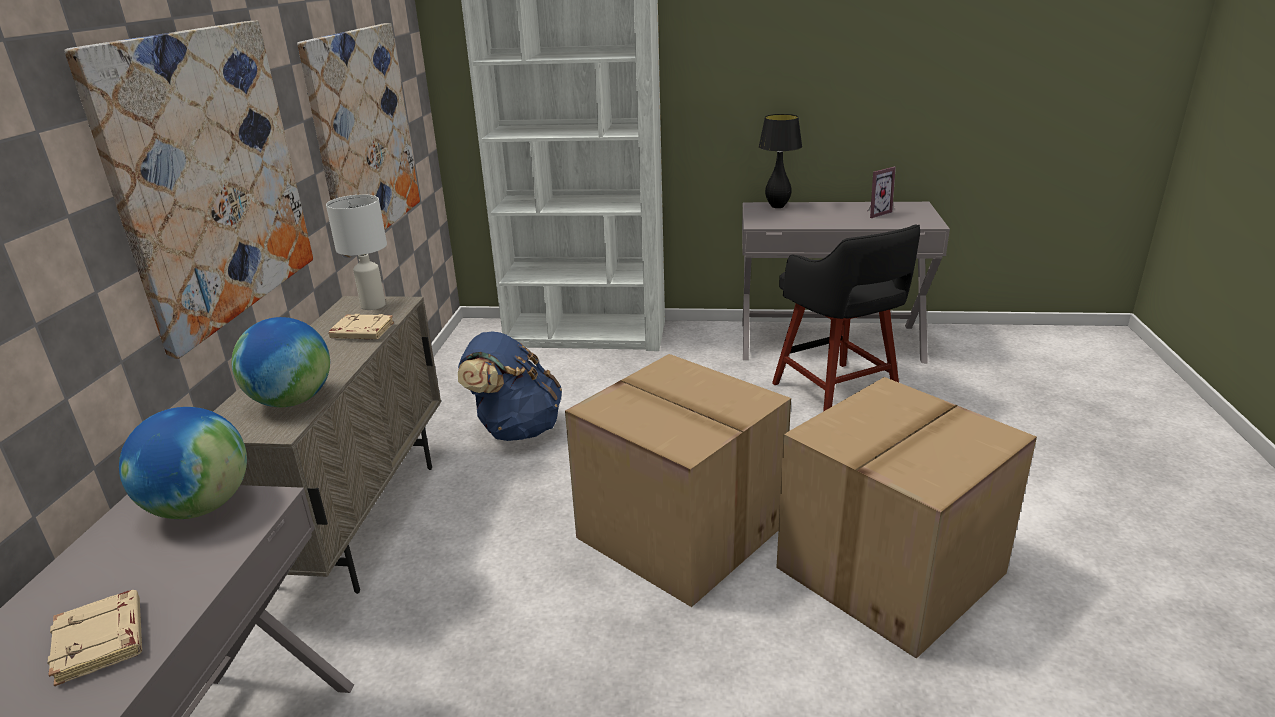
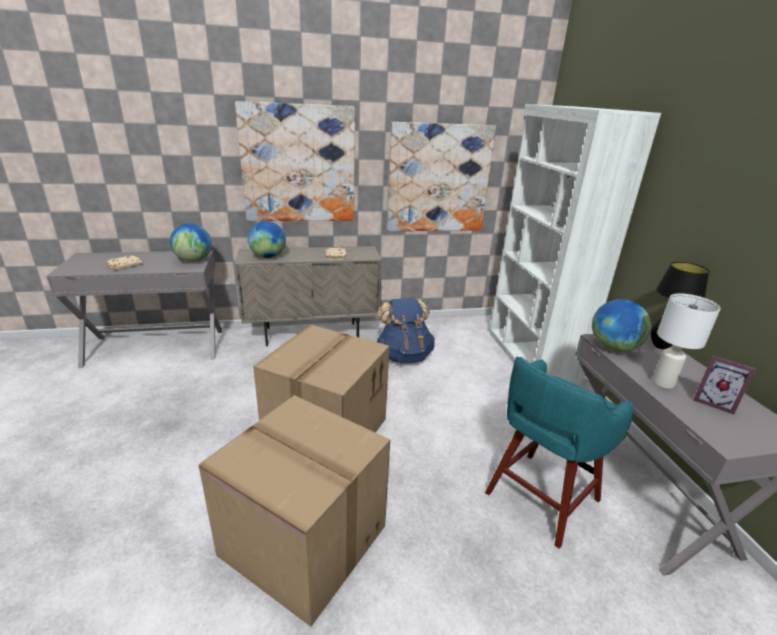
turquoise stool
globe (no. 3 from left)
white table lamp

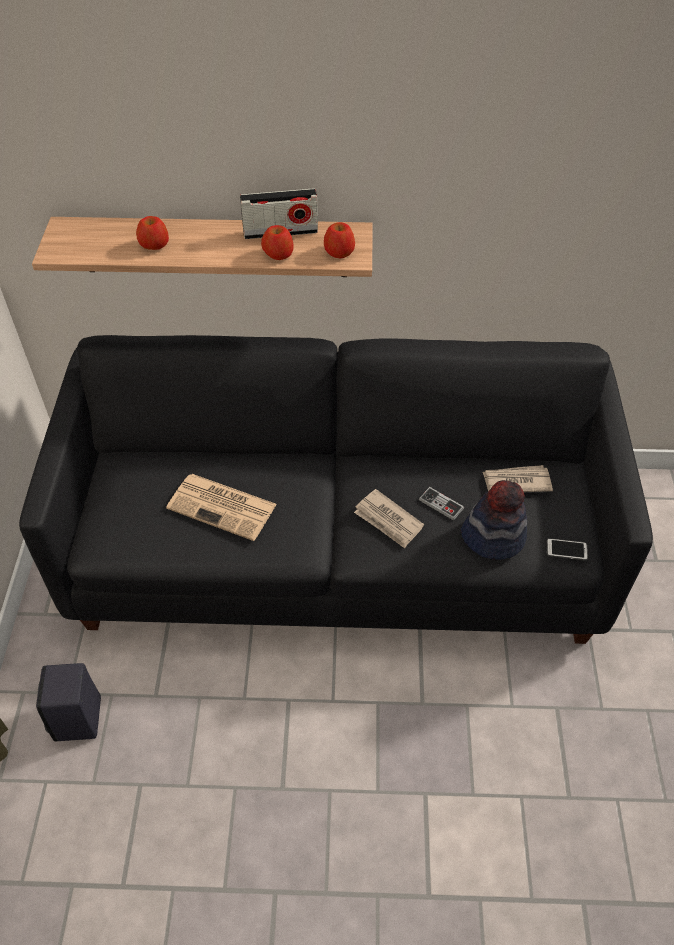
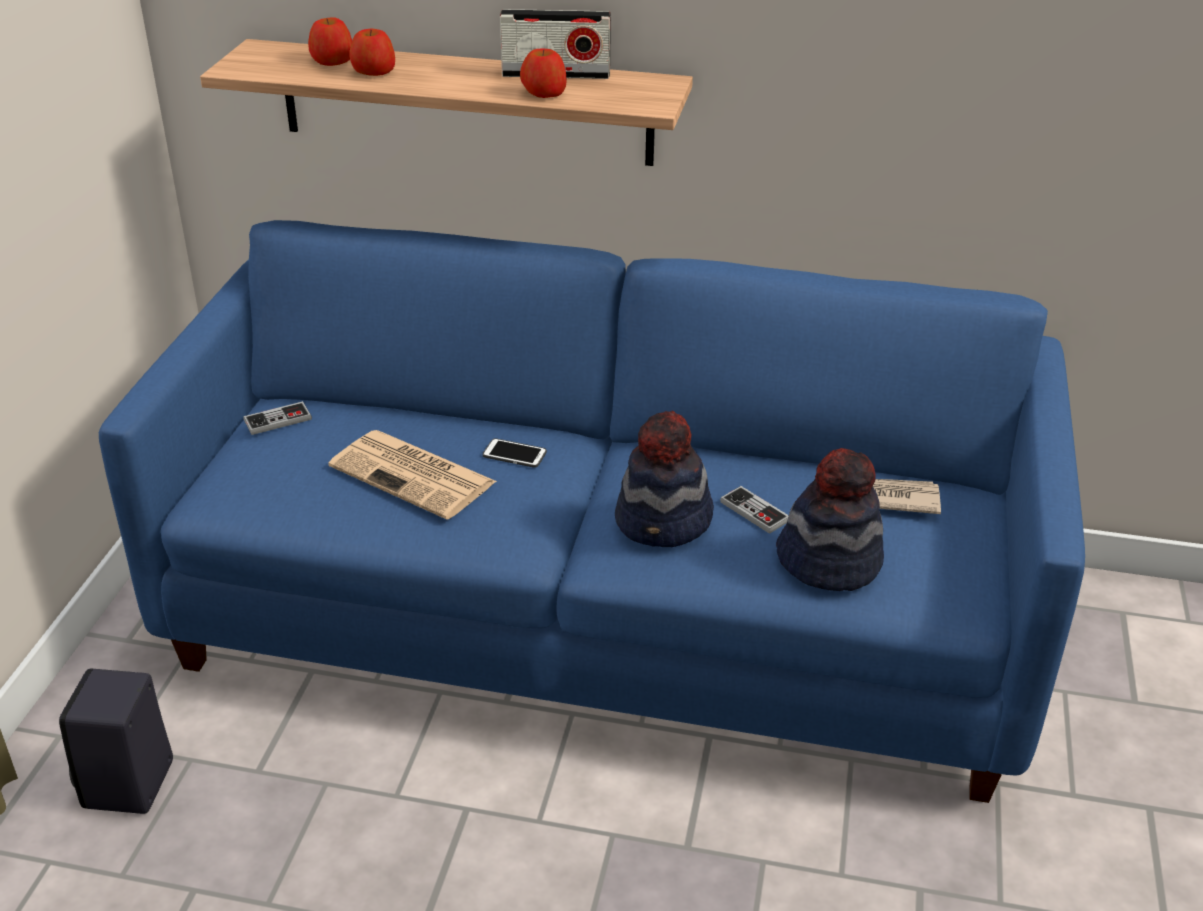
blue sofa
game controller (no. 1 from left)
apple (no. 1 from left)
phone
hat (no. 1 from left)

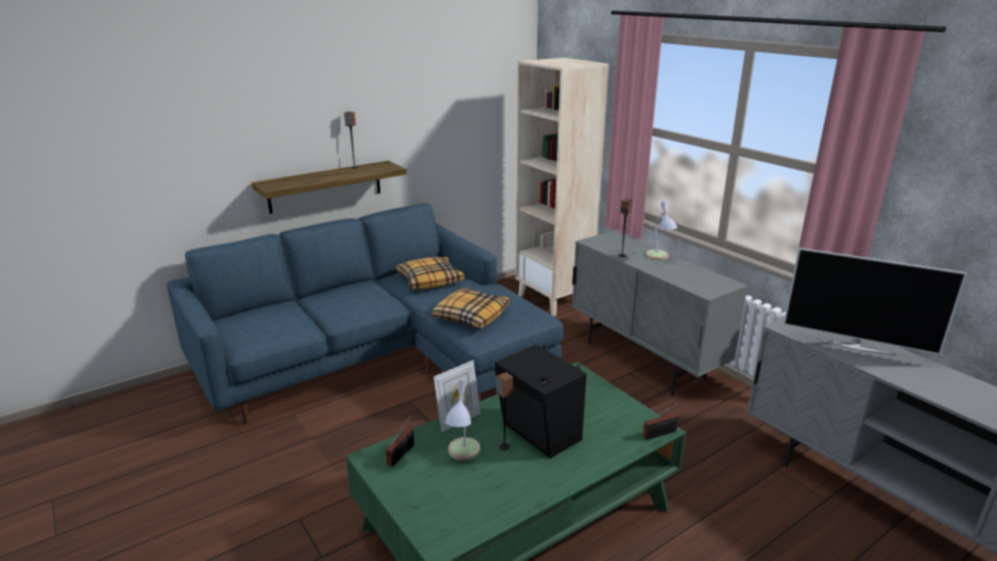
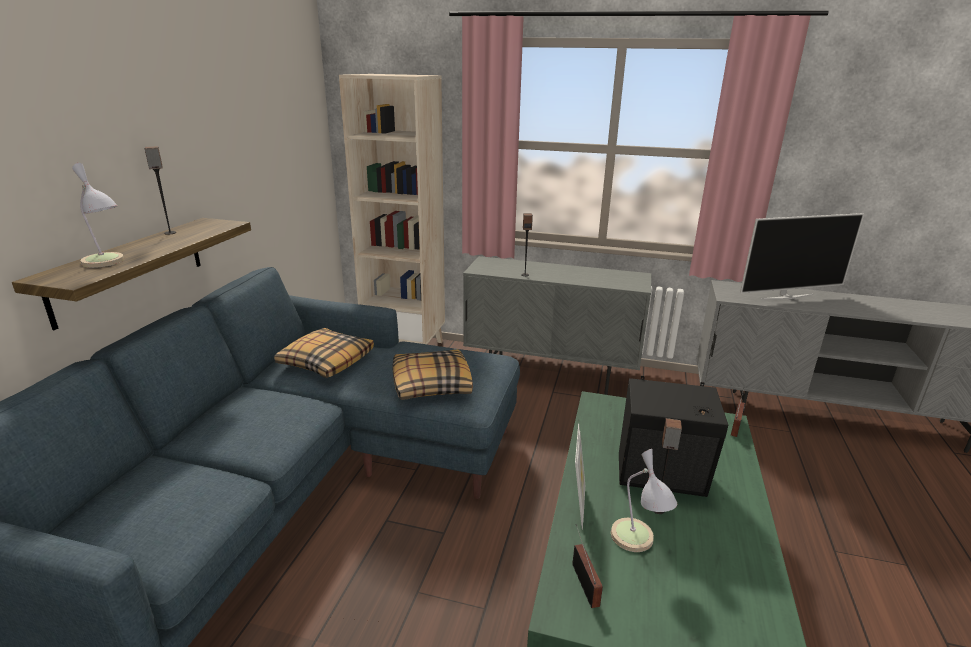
table lamp (no. 1 from left)

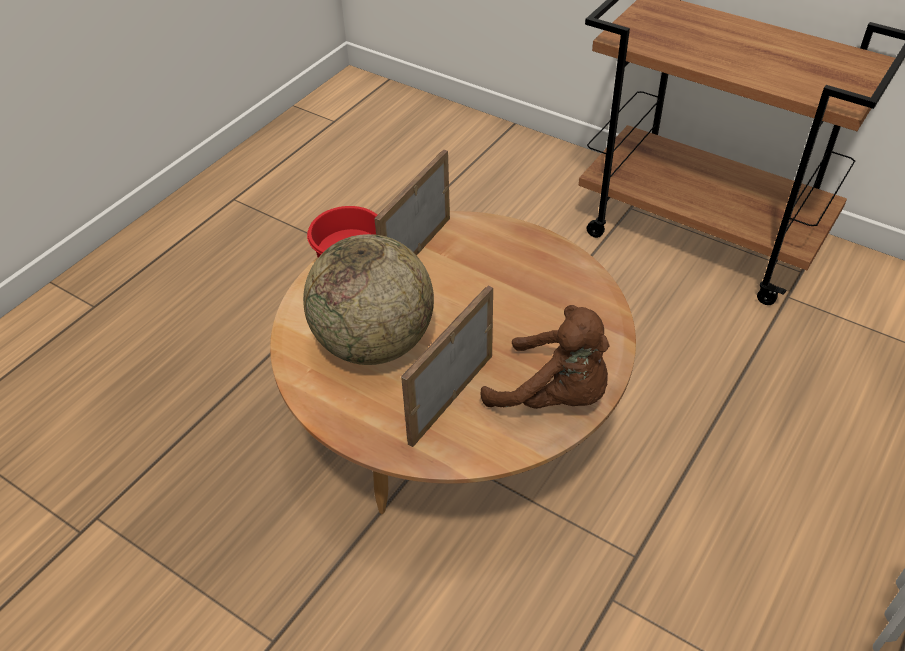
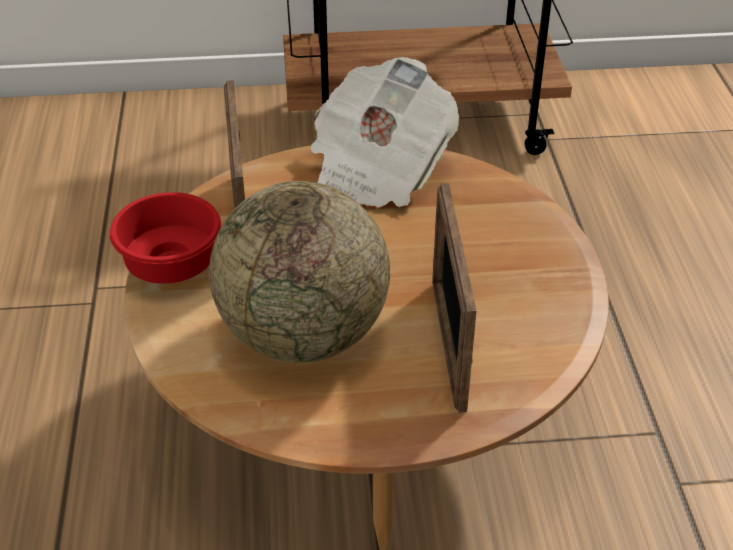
newspaper
brown plush toy

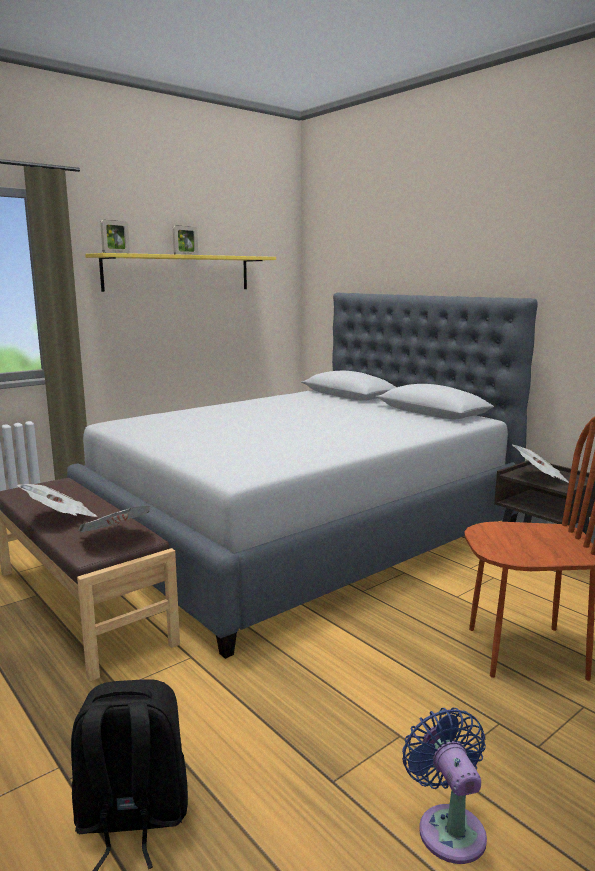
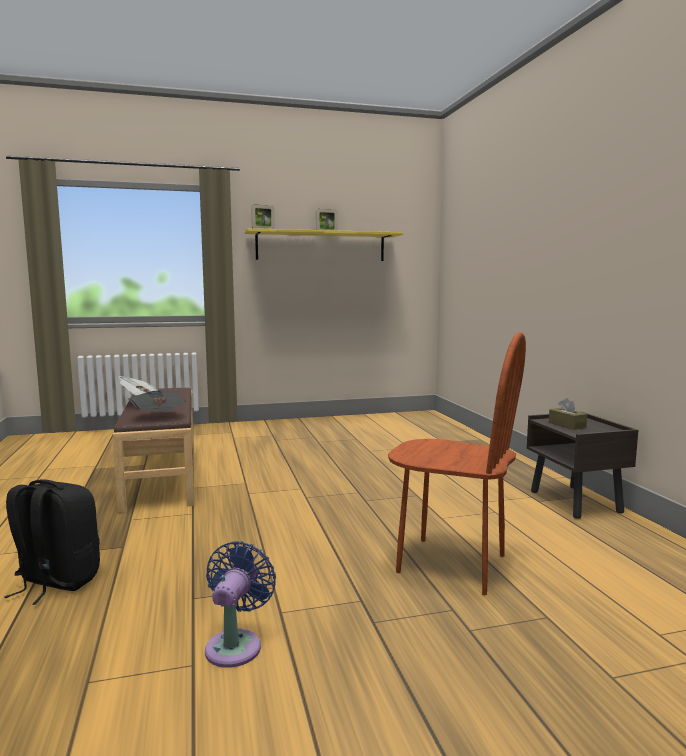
brown tissue box
grey bed

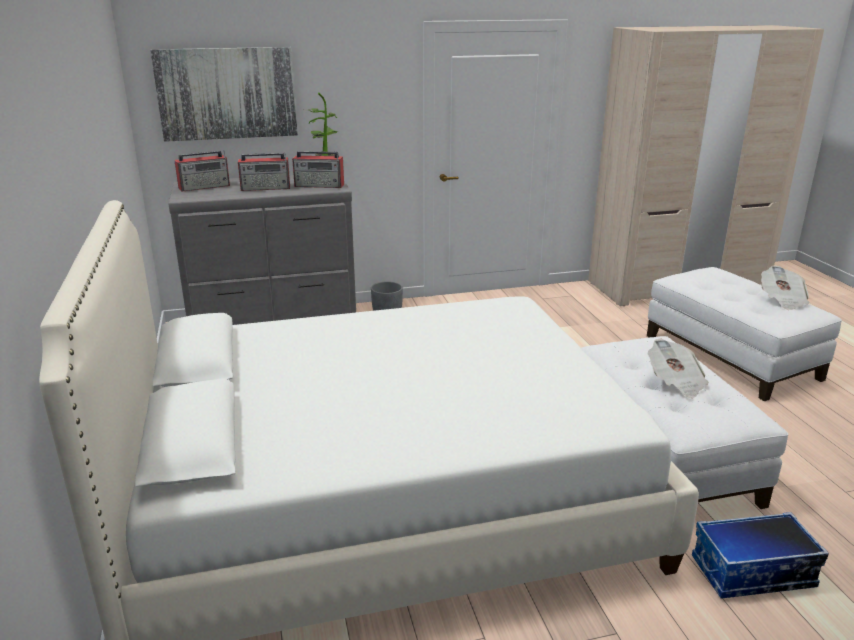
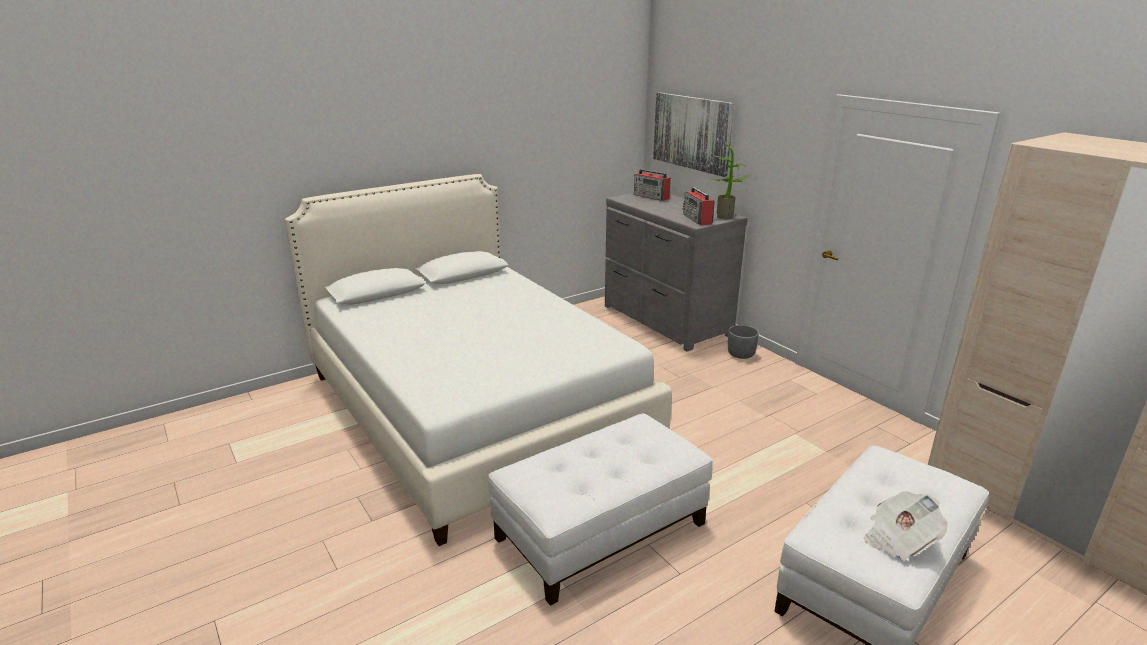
radio (no. 2 from left in the first image)
newspaper (no. 1 from left in the first image)
storage box

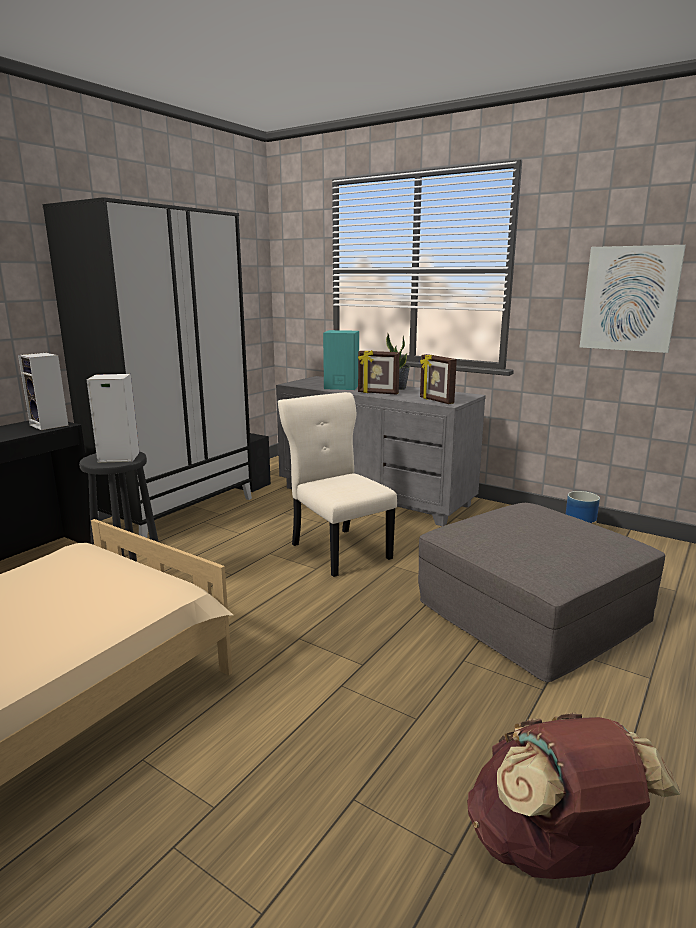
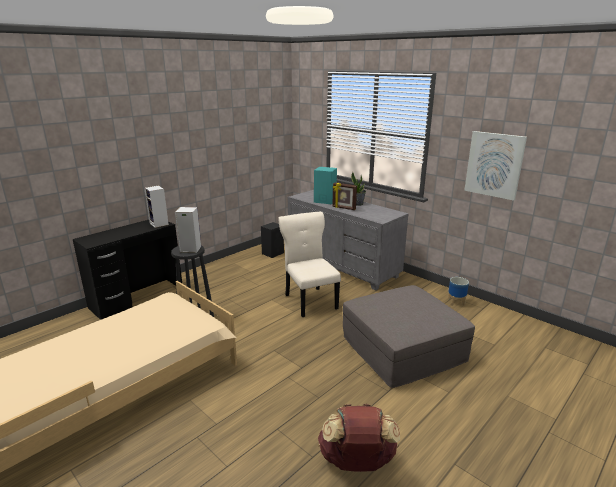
black wardrobe
picture frame (no. 2 from left in the first image)

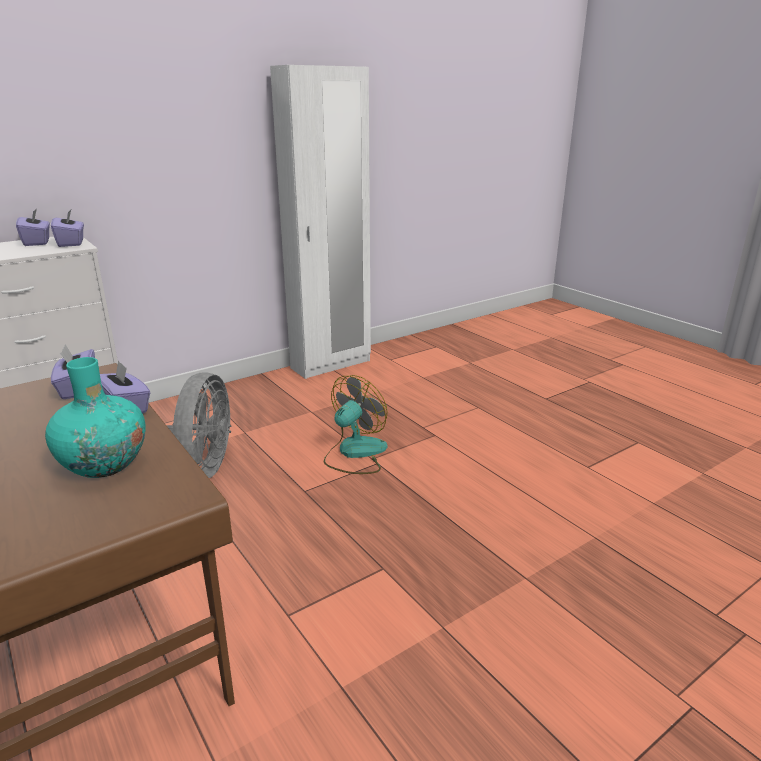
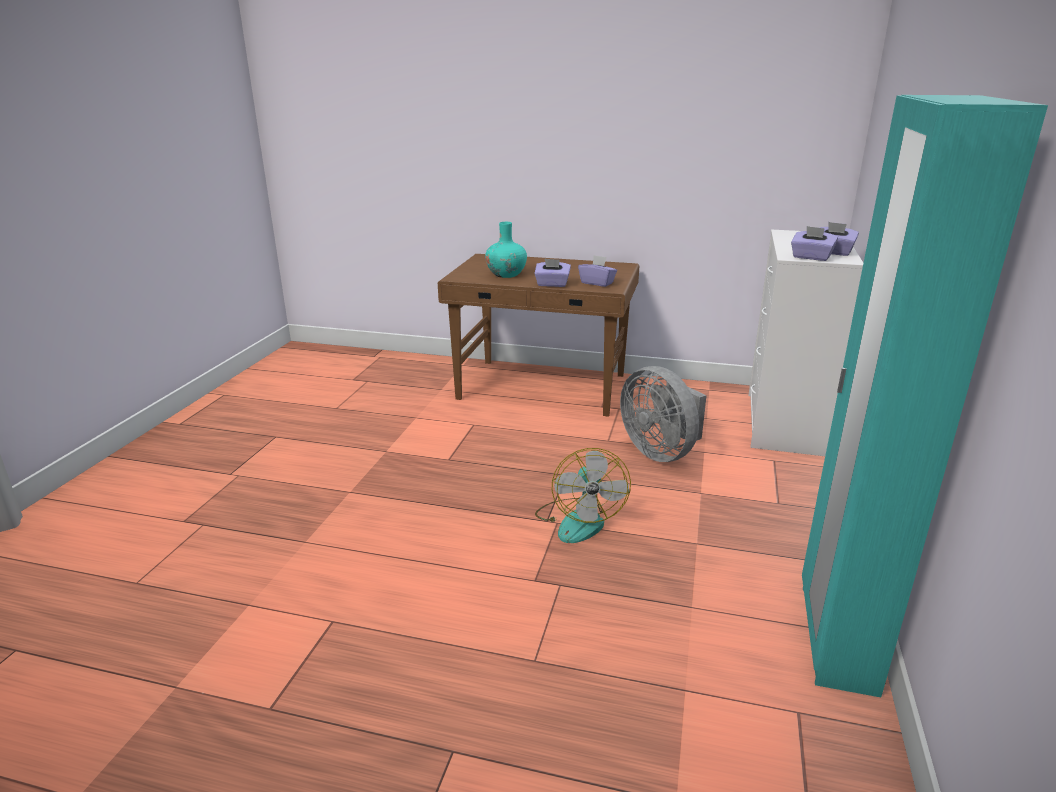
turquoise wardrobe

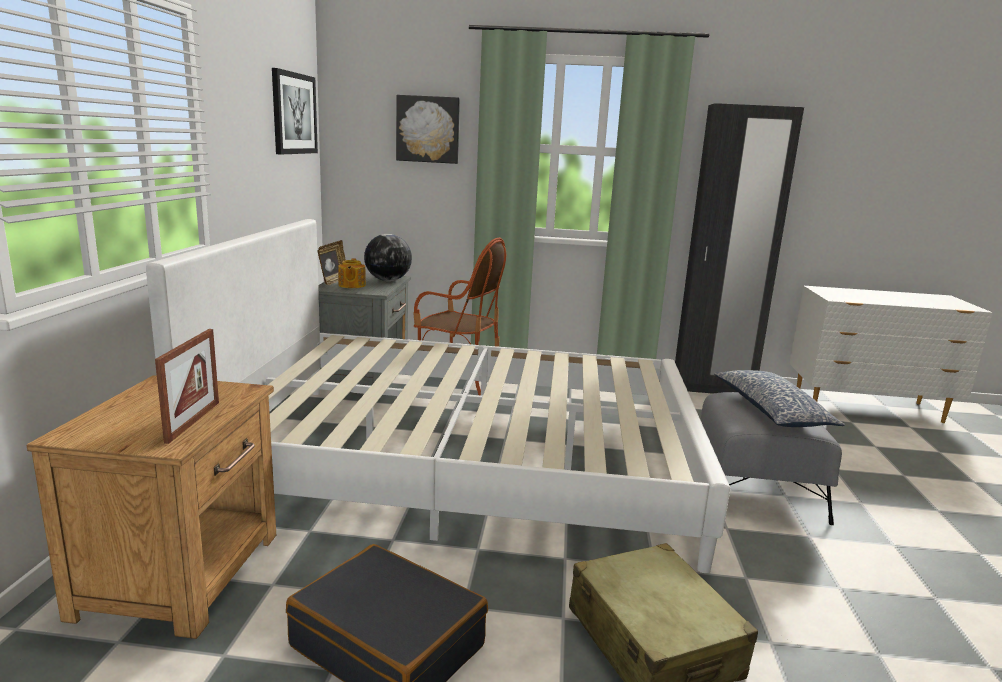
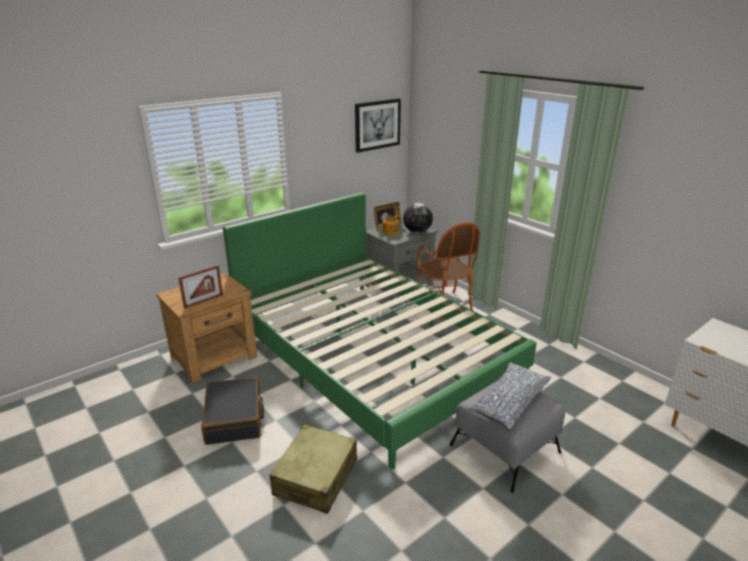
green bed
picture (no. 2 from left in the first image)
black wardrobe

